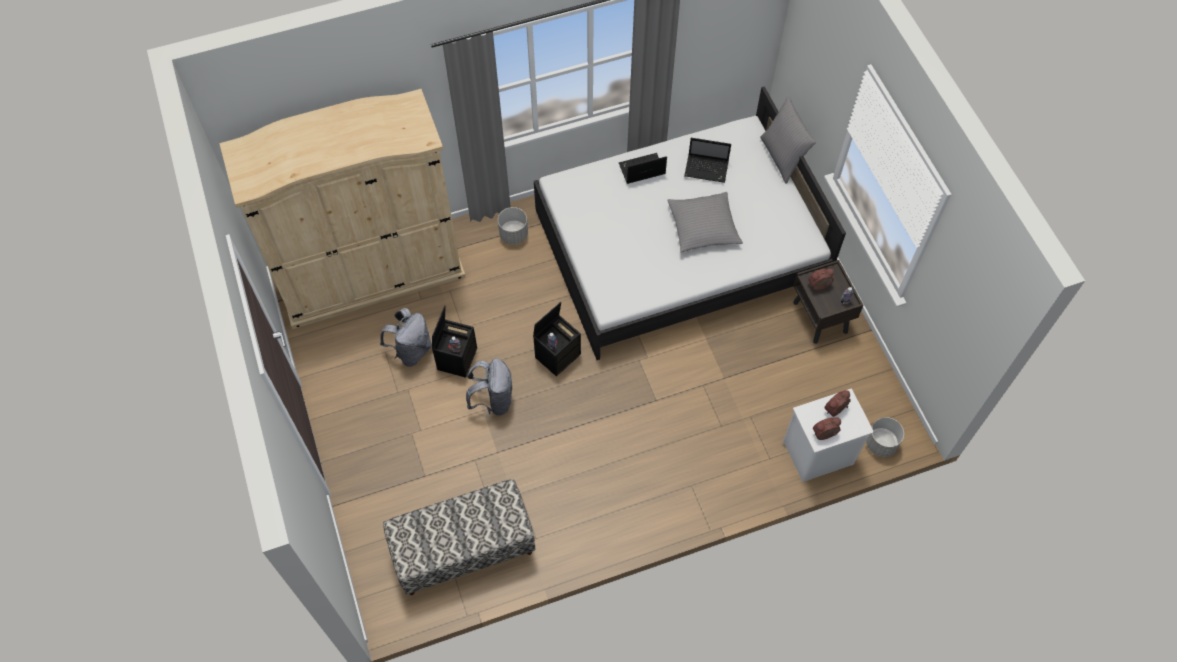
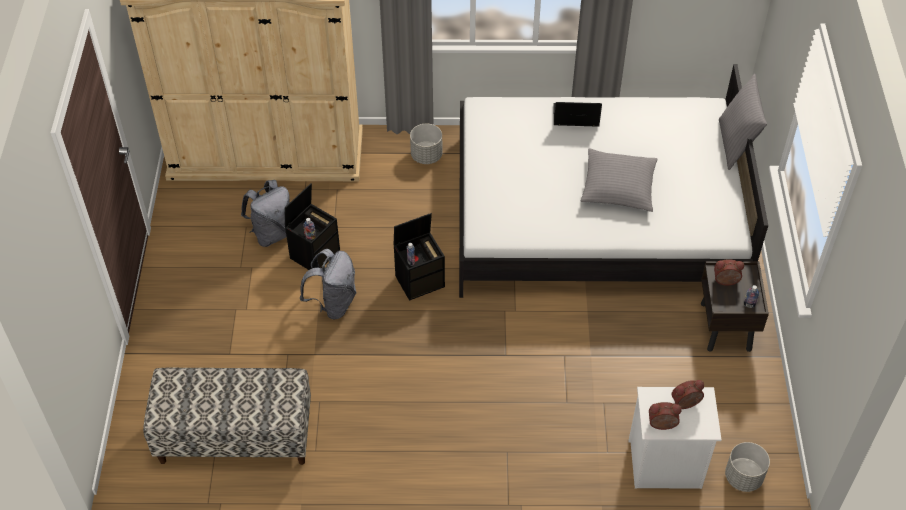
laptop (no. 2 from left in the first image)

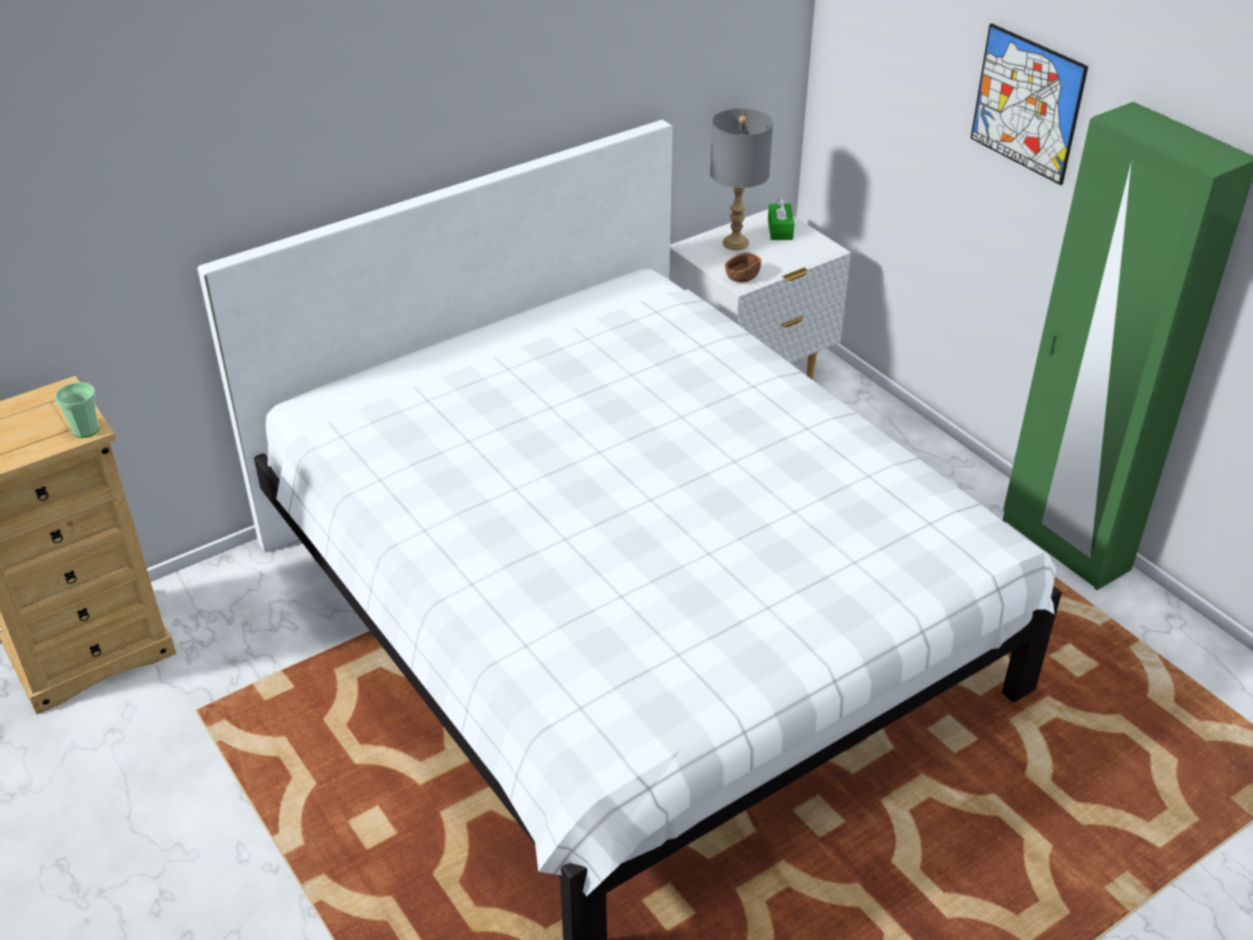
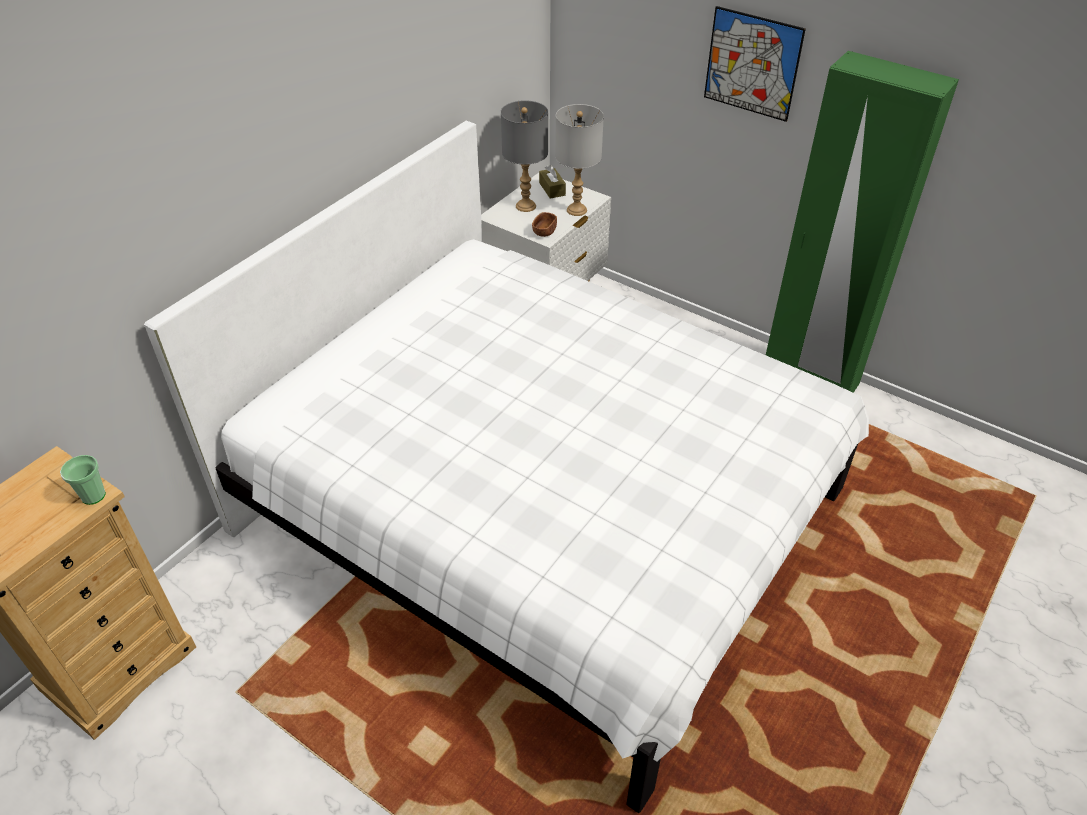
brown tissue box
grey table lamp (no. 2 from left)

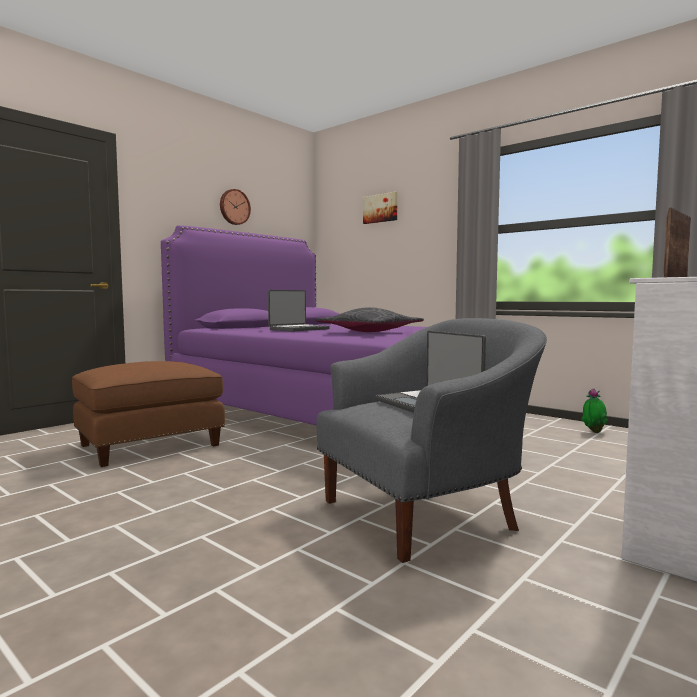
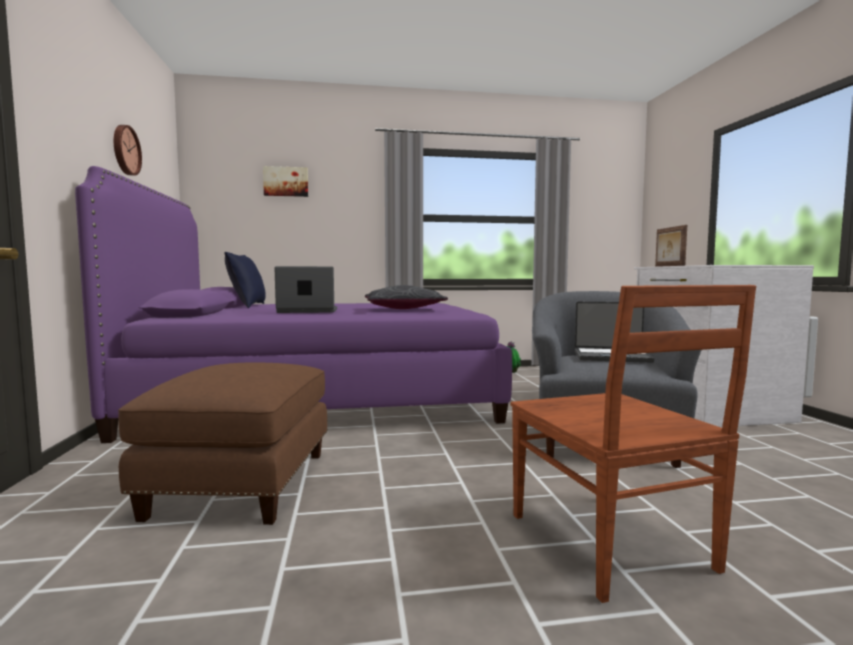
blue pillow
laptop (no. 1 from left)
brown chair

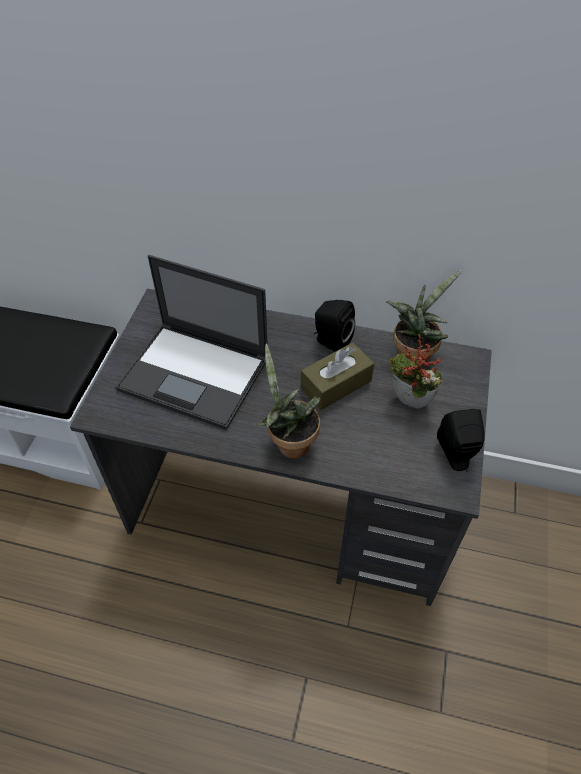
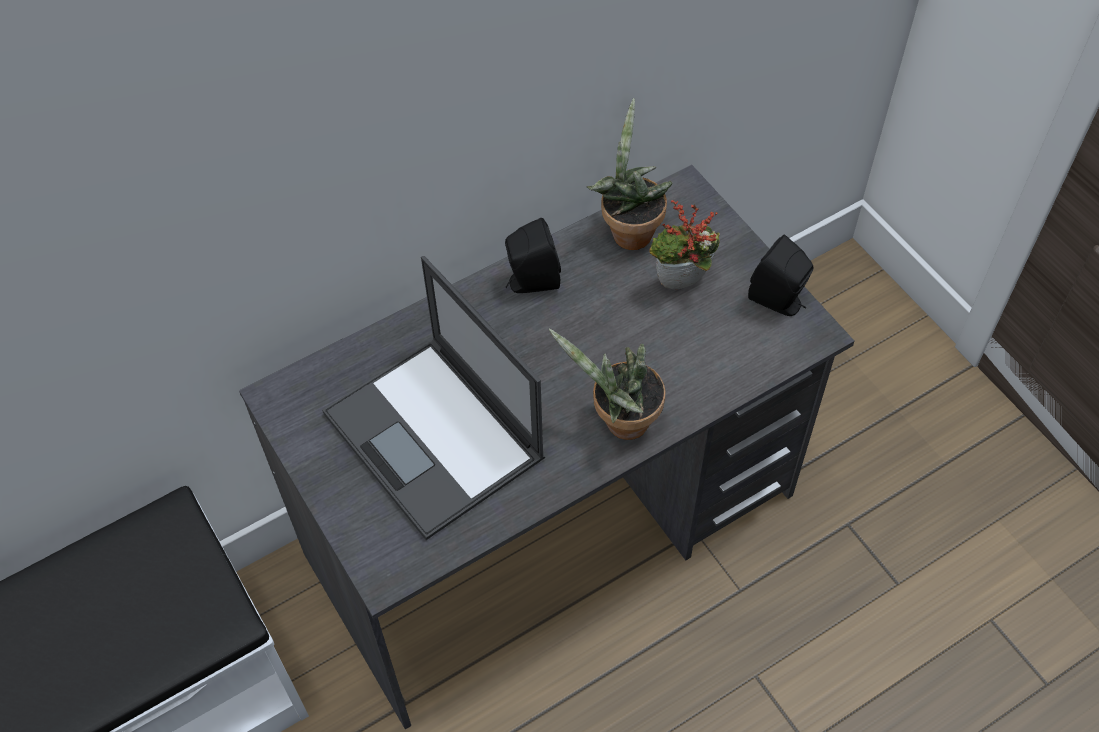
laptop
brown tissue box

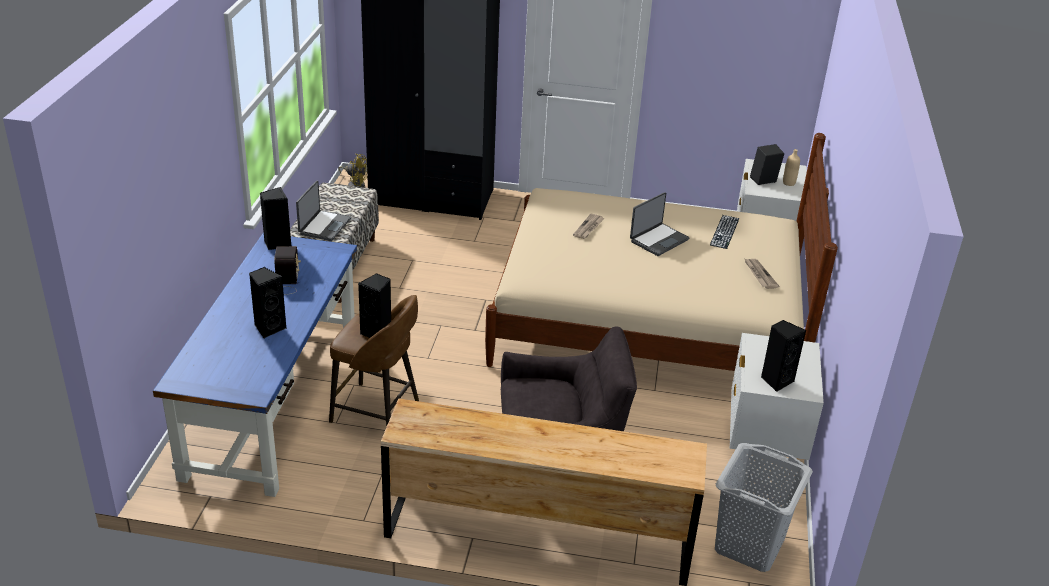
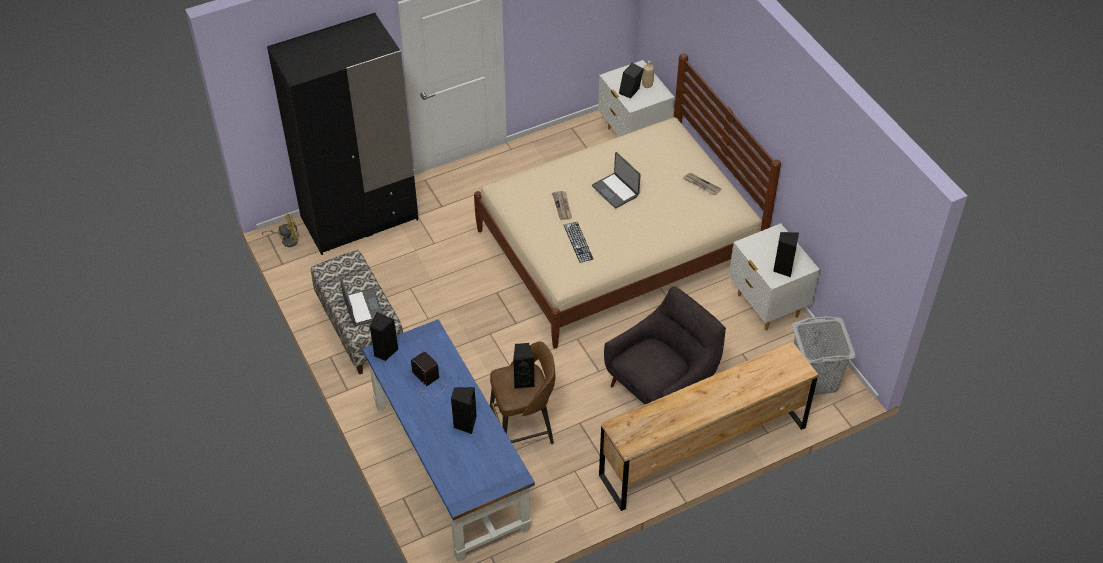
keyboard
laptop (no. 2 from left)

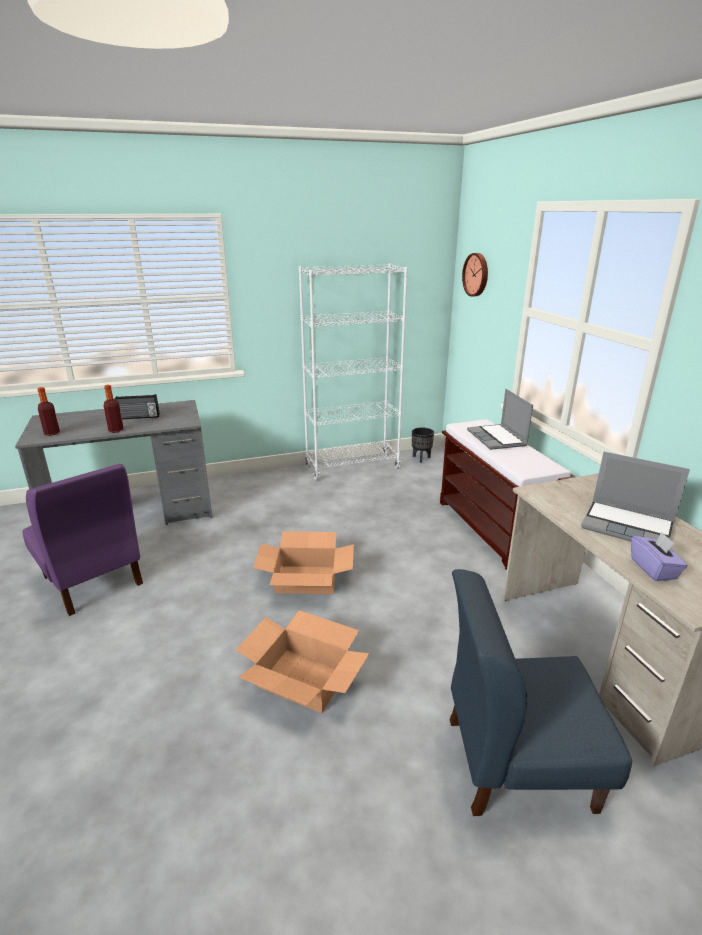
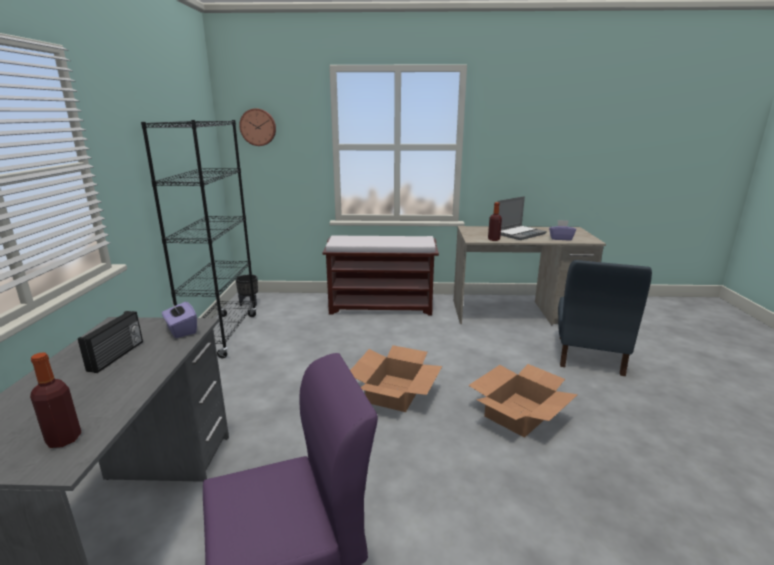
black bookcase
purple tissue box (no. 1 from left)
bottle (no. 2 from left)
laptop (no. 1 from left in the first image)

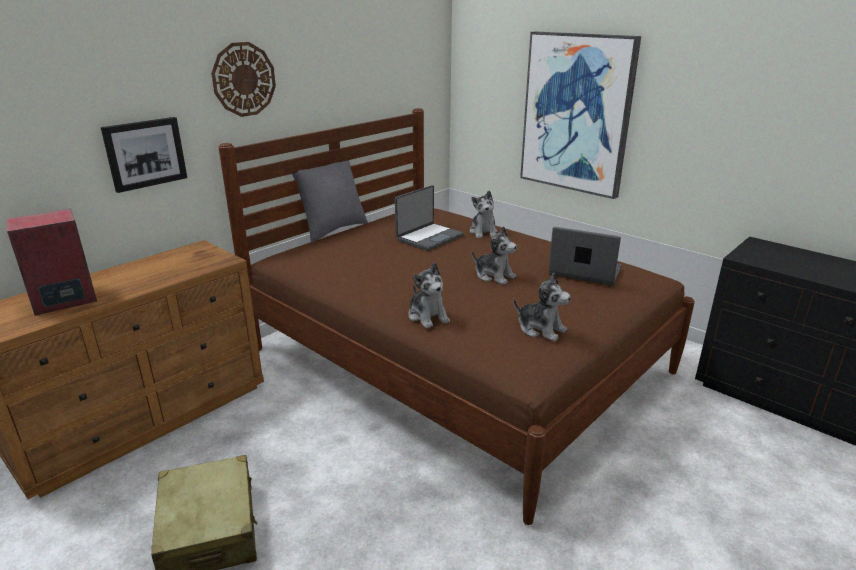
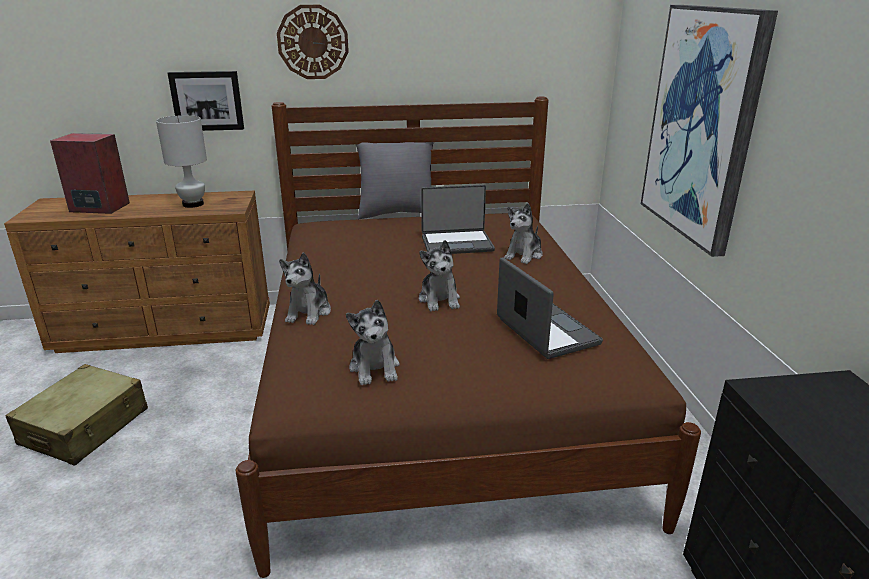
white table lamp

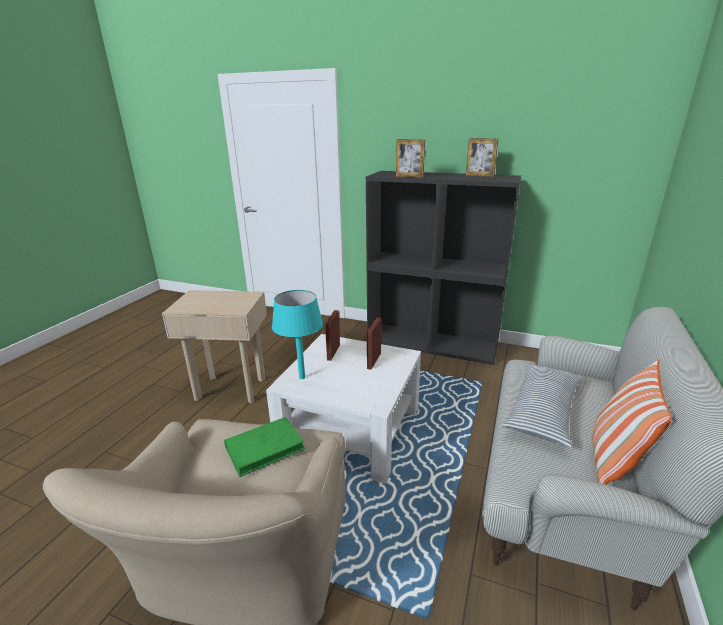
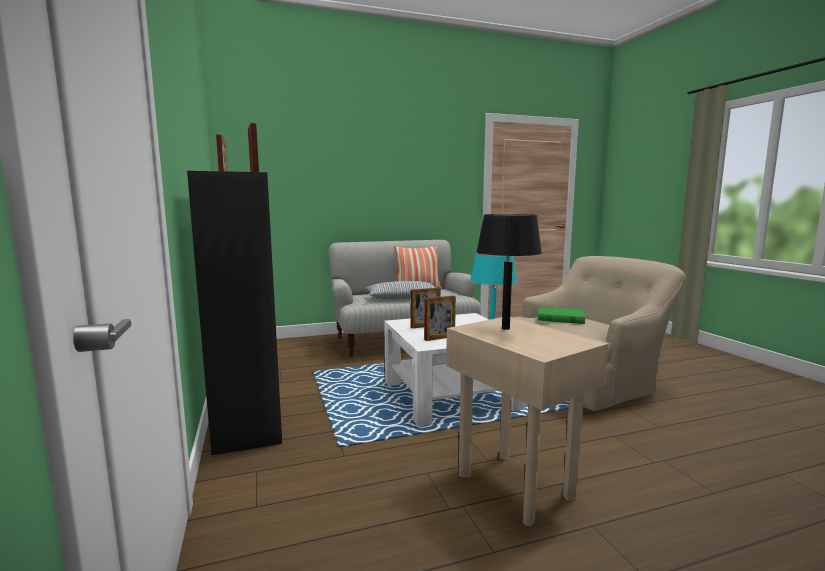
black table lamp

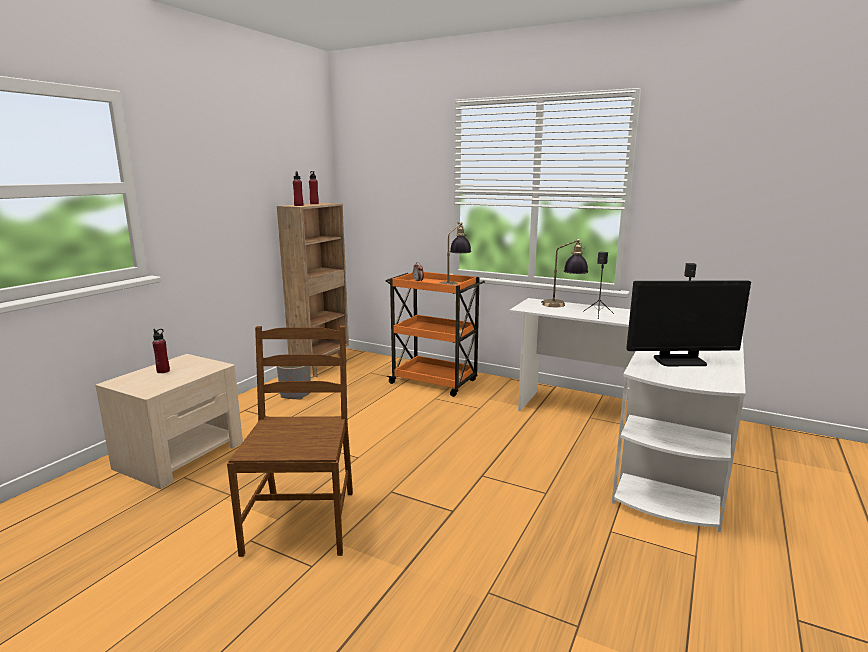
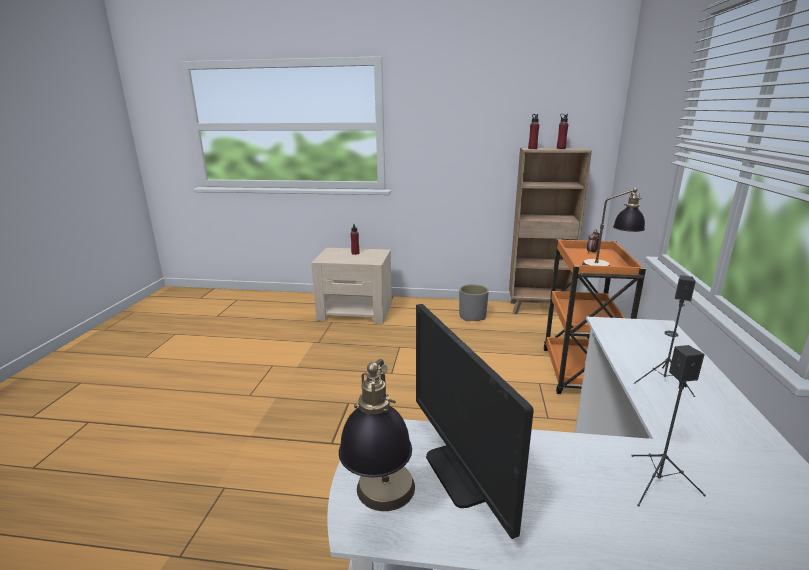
table lamp (no. 1 from left)
brown chair

